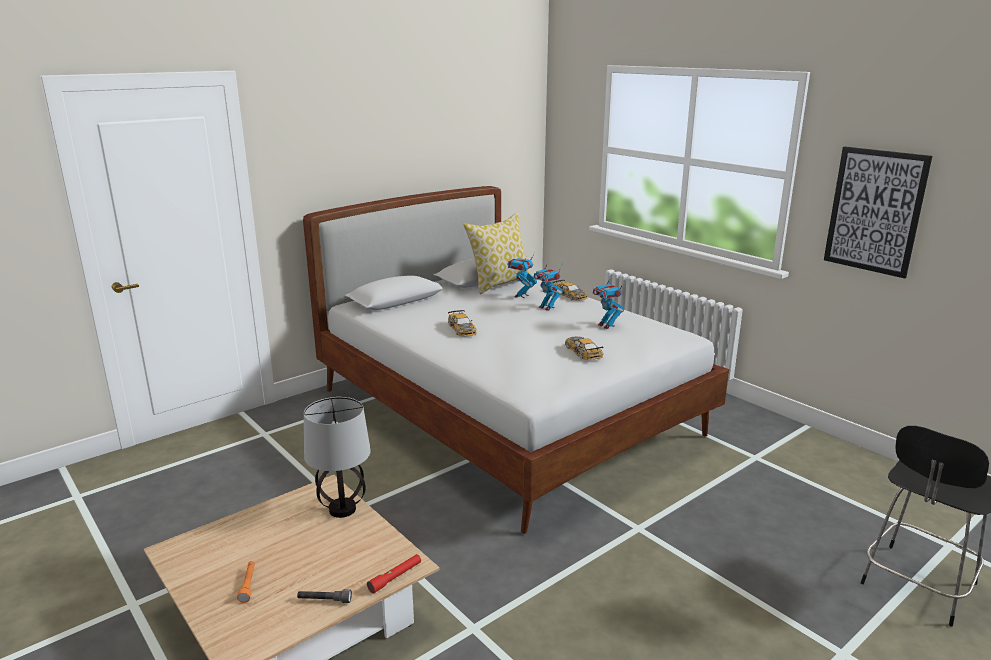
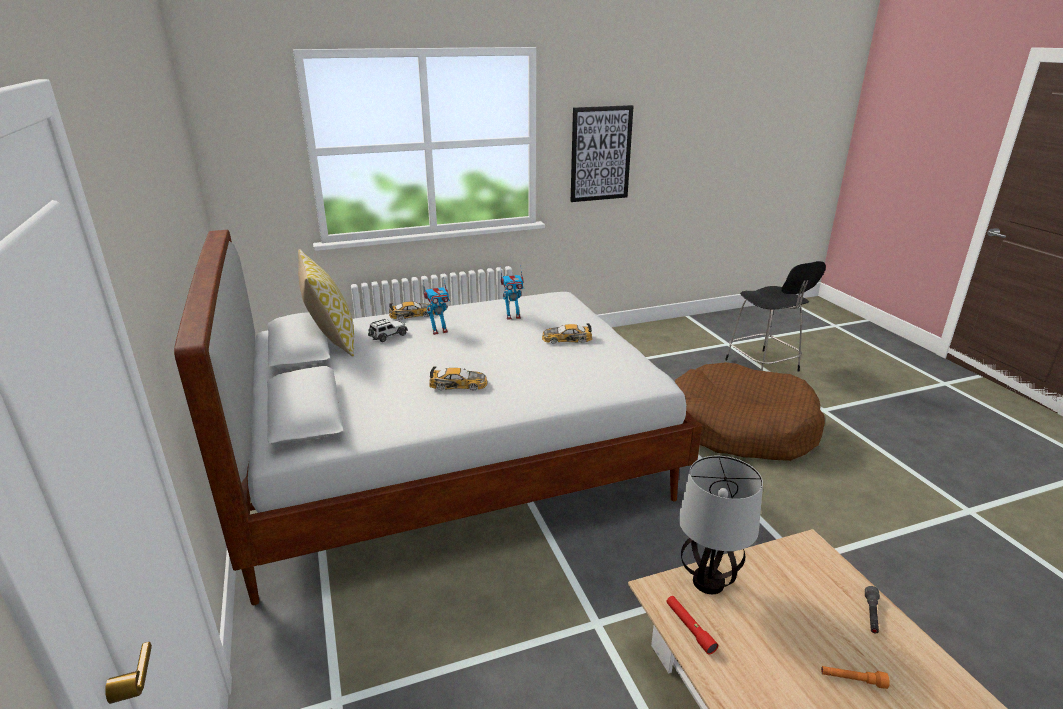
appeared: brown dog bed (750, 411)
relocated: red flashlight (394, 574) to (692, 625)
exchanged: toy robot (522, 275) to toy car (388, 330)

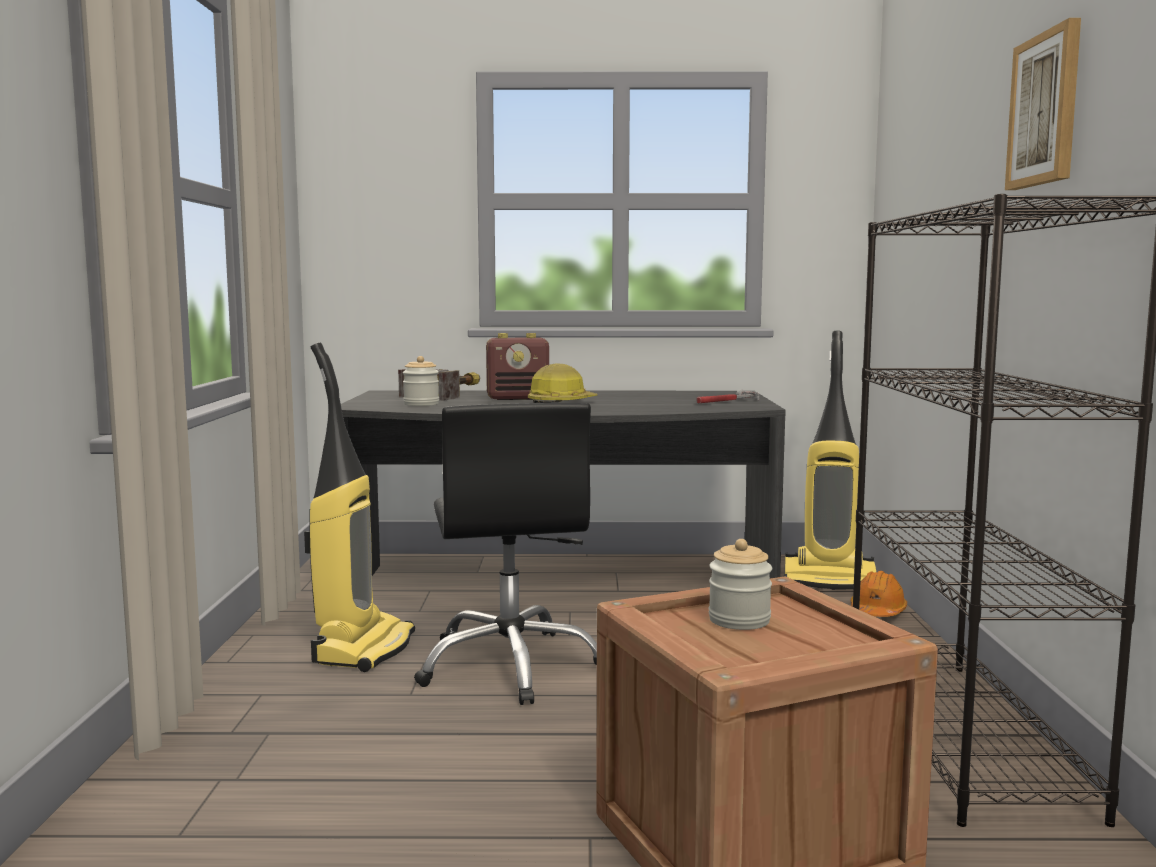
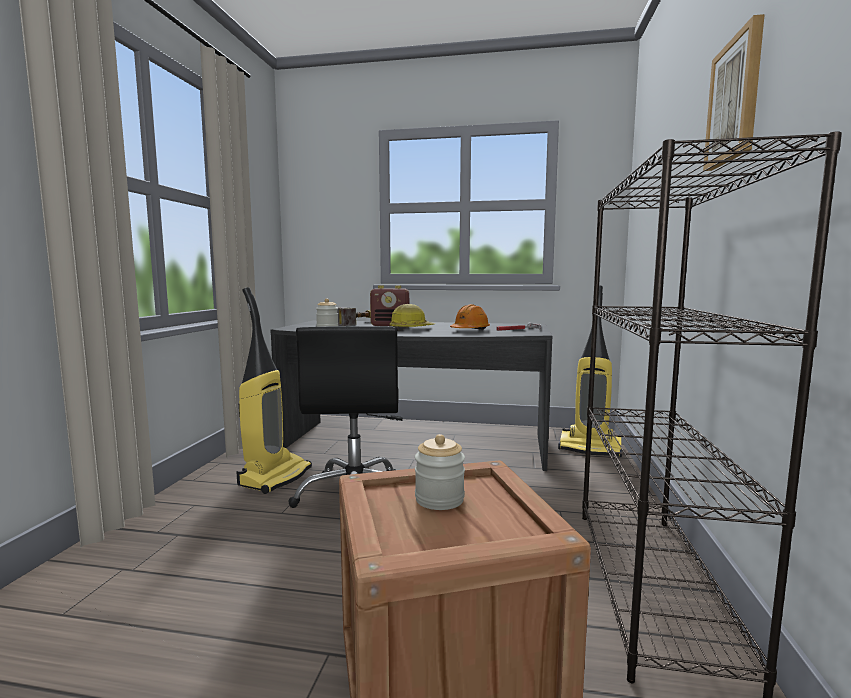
relocated: orange hard hat (879, 594) to (470, 317)

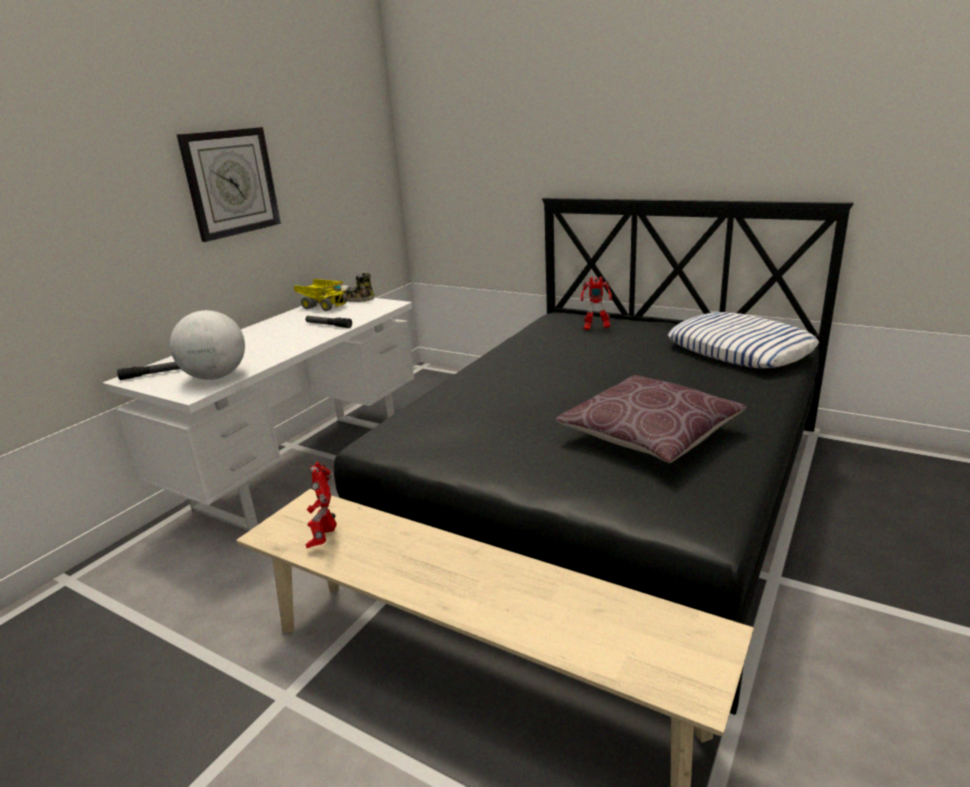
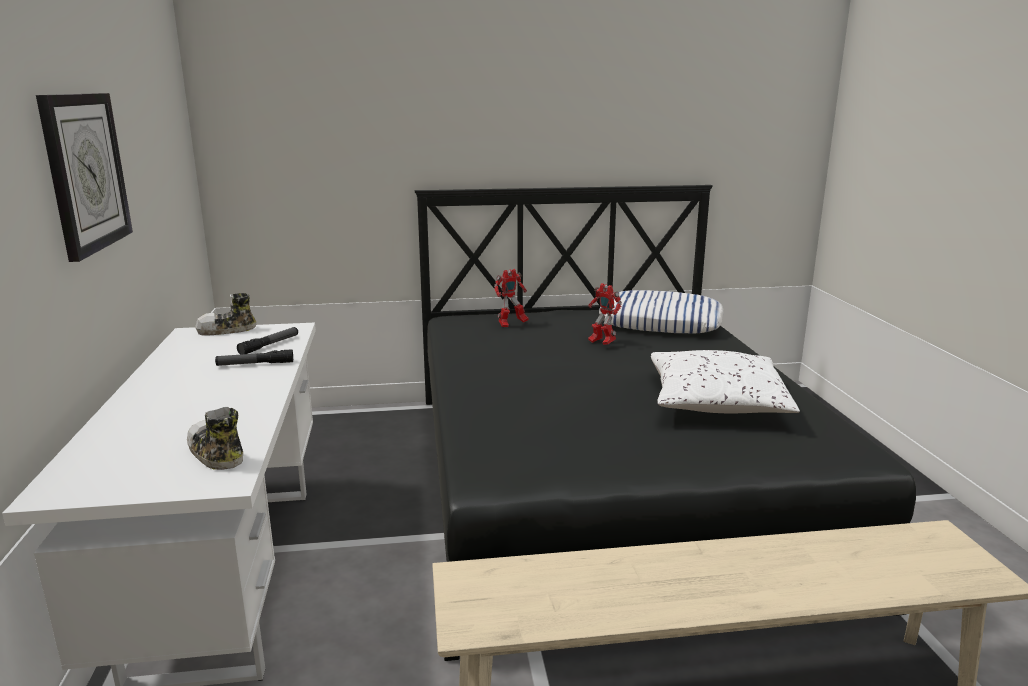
missing: toy truck (320, 295)
relocated: flashlight (148, 371) to (267, 341); toy robot (321, 505) to (605, 314)
exchanged: globe (207, 345) to shoe (215, 438)
colour: brown pillow (651, 419) to white pillow (725, 381)

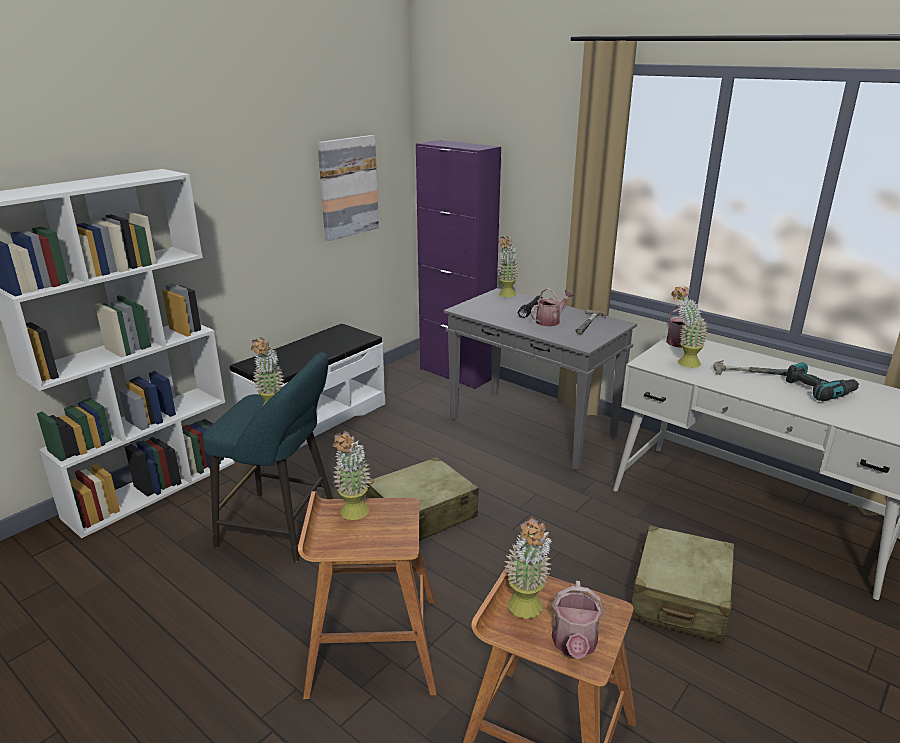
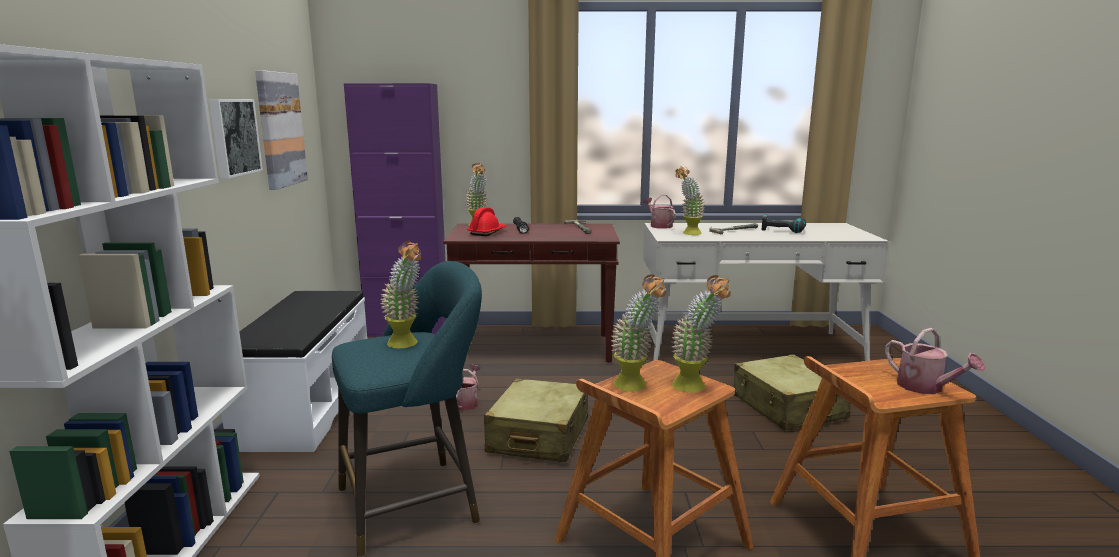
appeared: picture (236, 139); red hard hat (487, 221)
relocated: potted plant (528, 568) to (701, 334); watering can (552, 307) to (468, 388)
colour: grey console table (540, 379) to brown console table (531, 293)

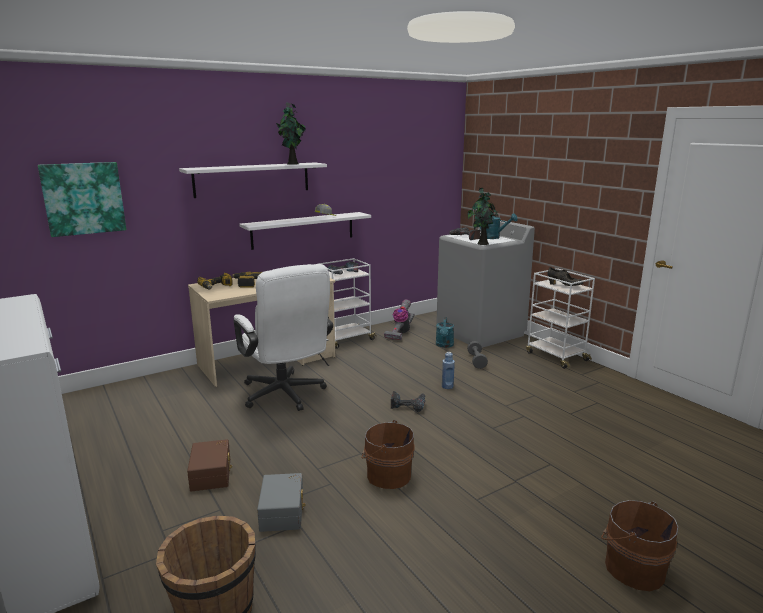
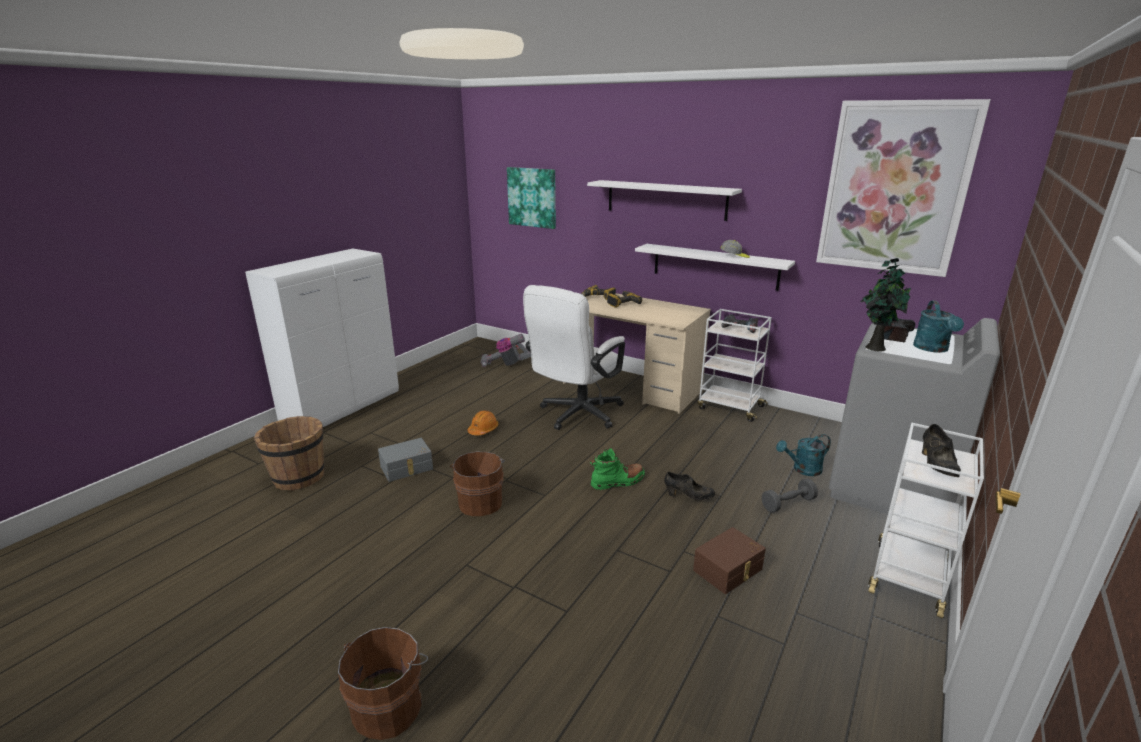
missing: potted plant (291, 133)
appeared: orange hard hat (483, 422); picture (903, 188)
relocated: brown storage box (209, 465) to (729, 560); vacuum cleaner (399, 320) to (505, 350)
exchanged: power drill (408, 401) to green boot (617, 469); blue bottle (448, 370) to black shoe (689, 486)

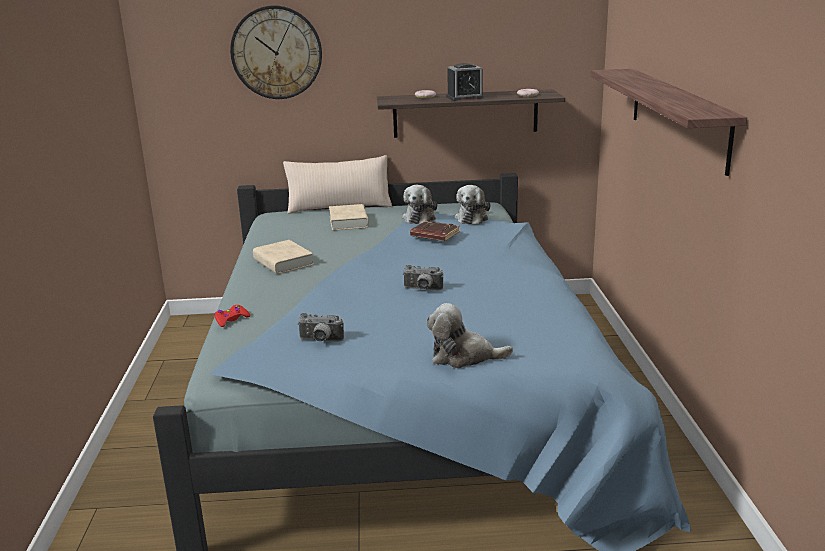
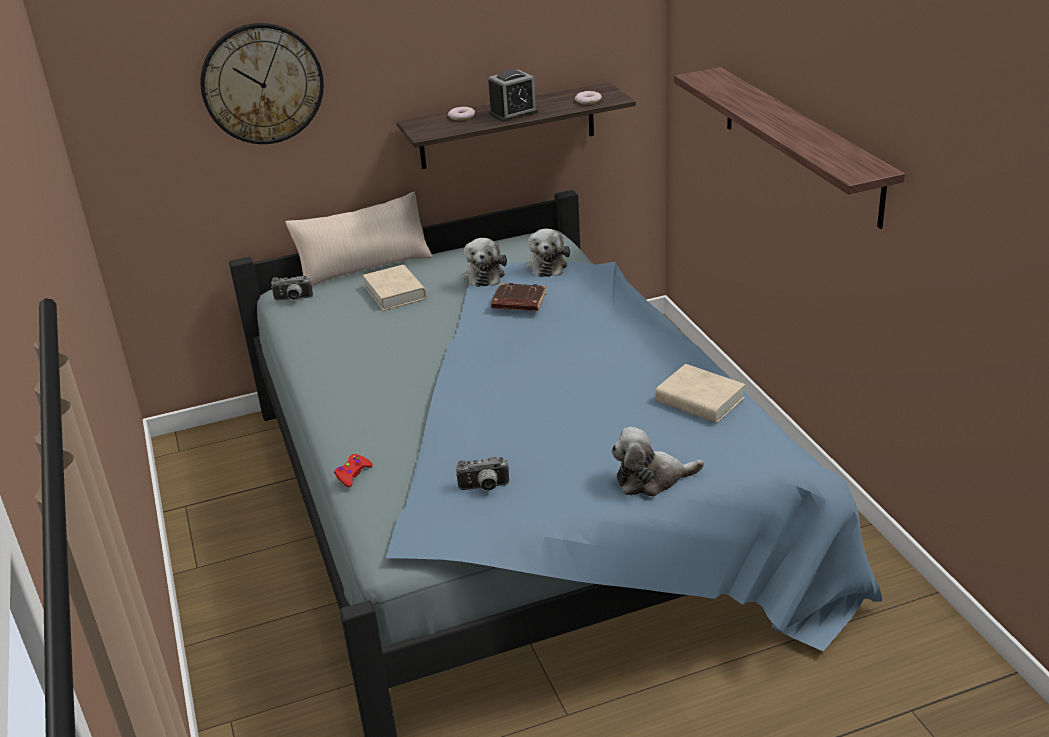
relocated: beige book (283, 257) to (700, 393); photo camera (423, 277) to (292, 288)

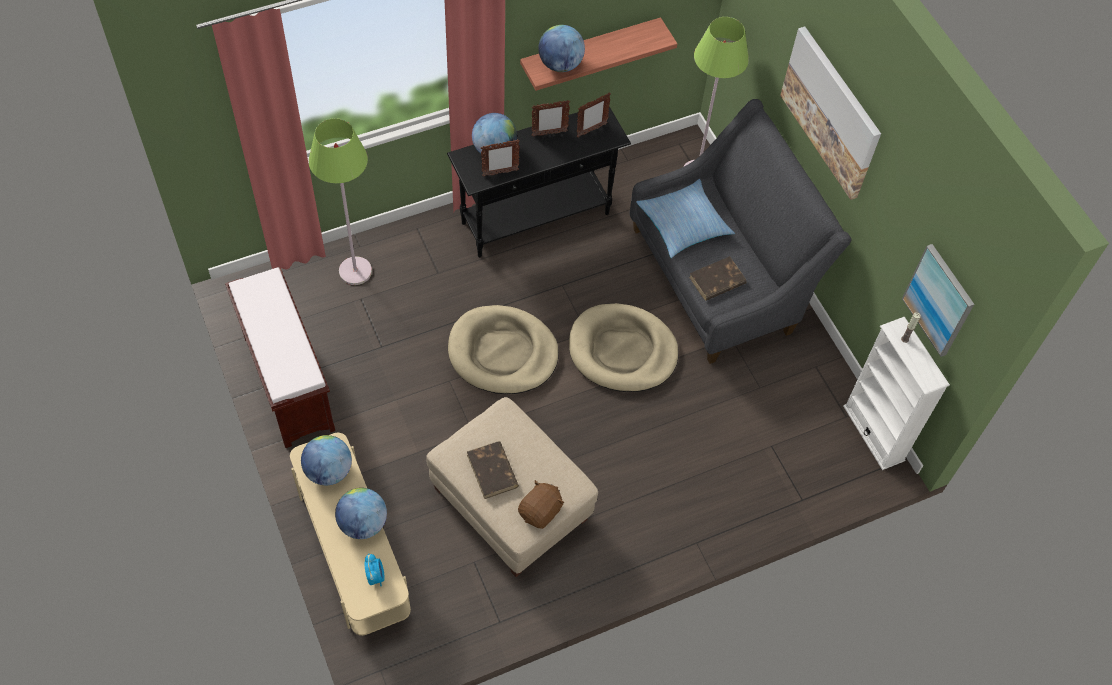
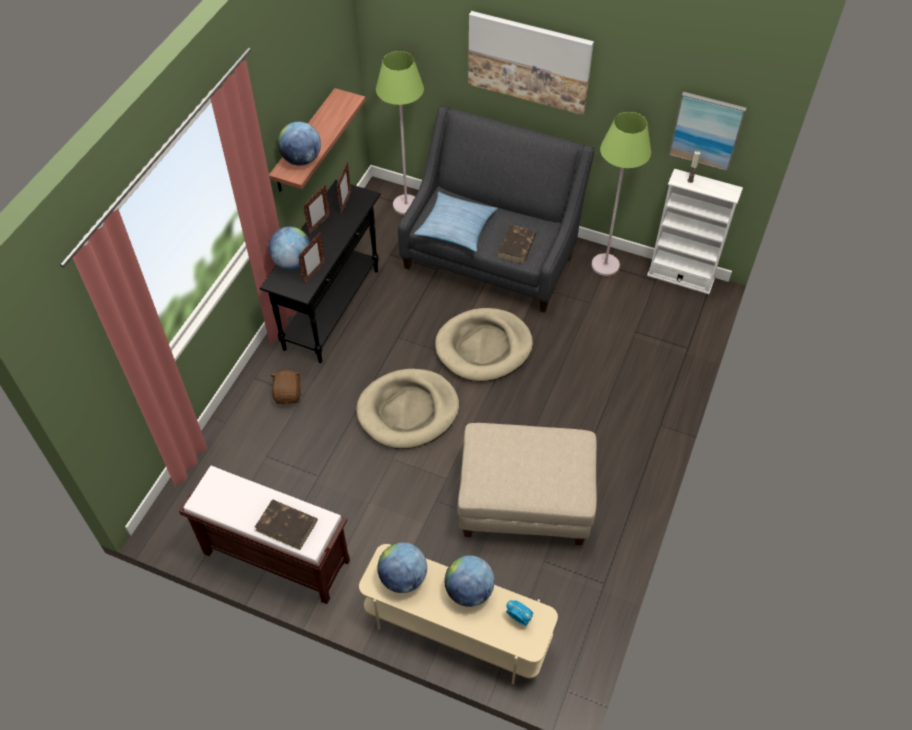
relocated: green floor lamp (340, 201) to (621, 194); brown book (493, 470) to (286, 525); brown plush toy (541, 504) to (285, 387)

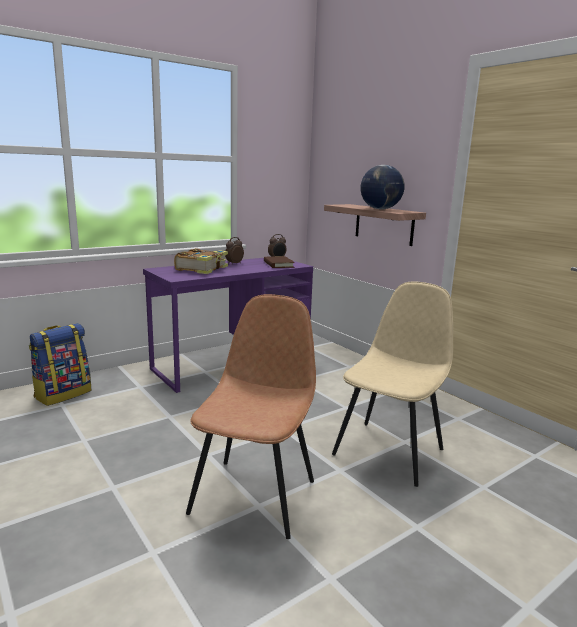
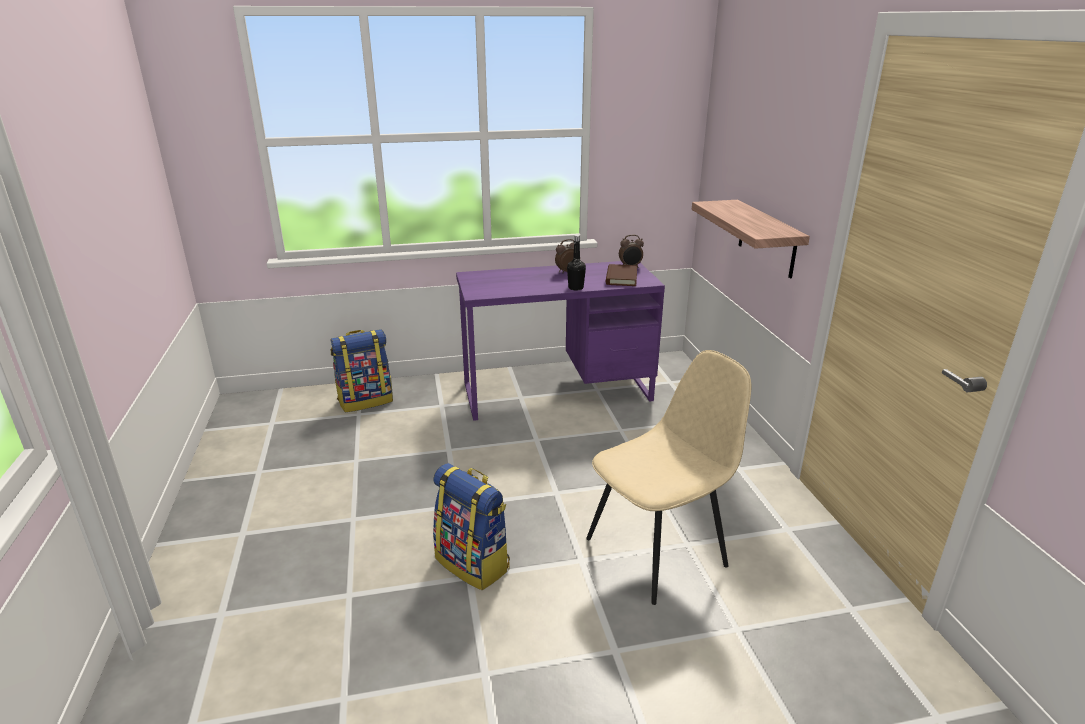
missing: book (201, 261); globe (383, 187)
appeared: black bottle (576, 262)
exchanged: brown chair (251, 416) to backpack (471, 526)

